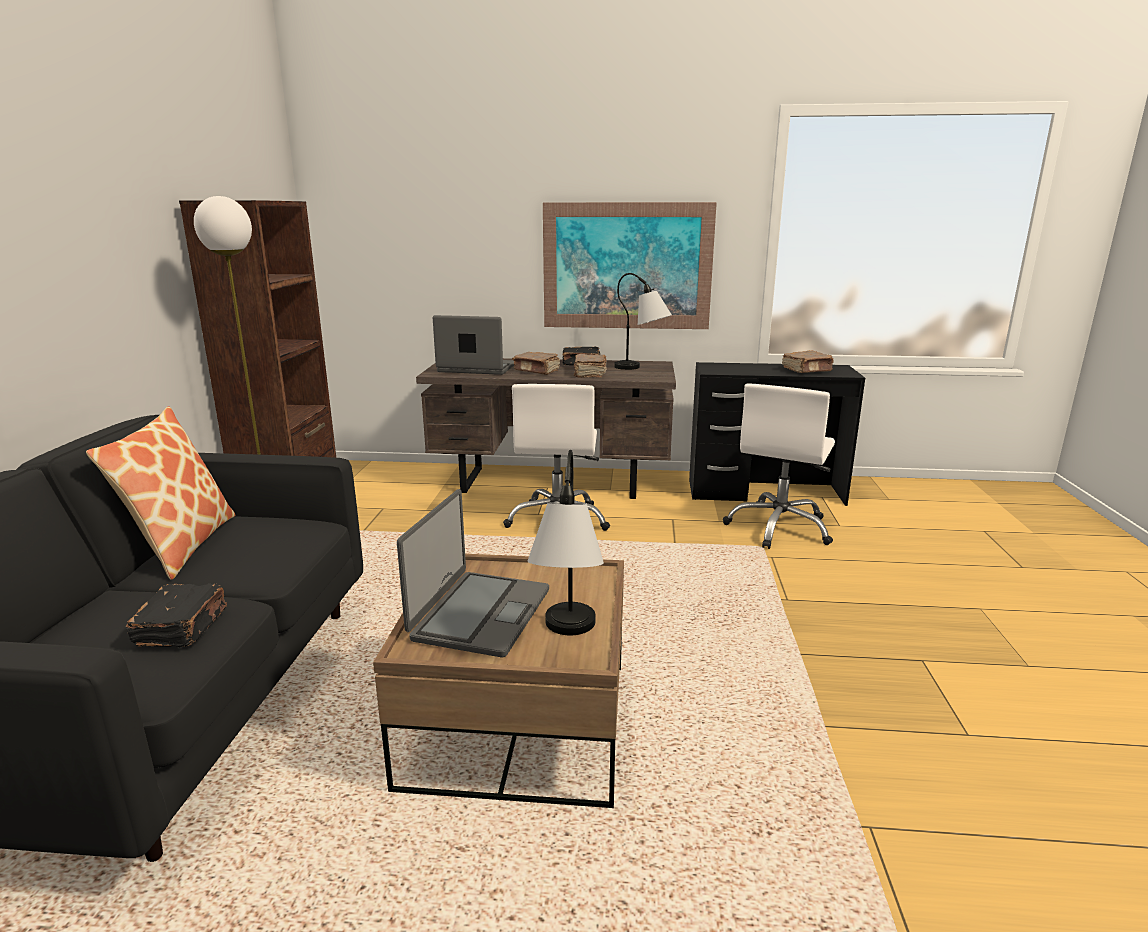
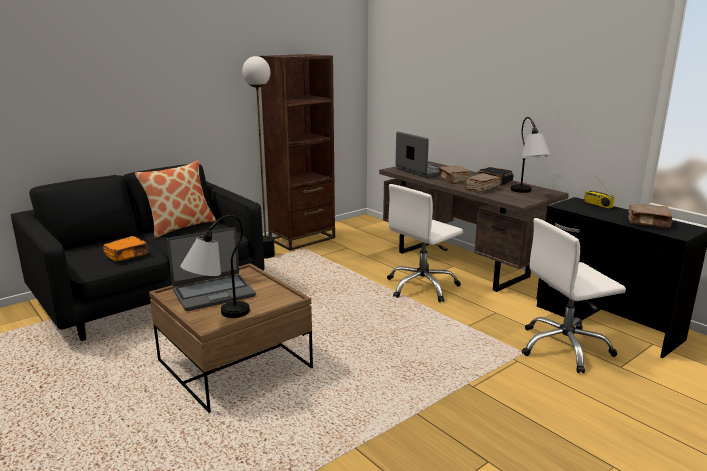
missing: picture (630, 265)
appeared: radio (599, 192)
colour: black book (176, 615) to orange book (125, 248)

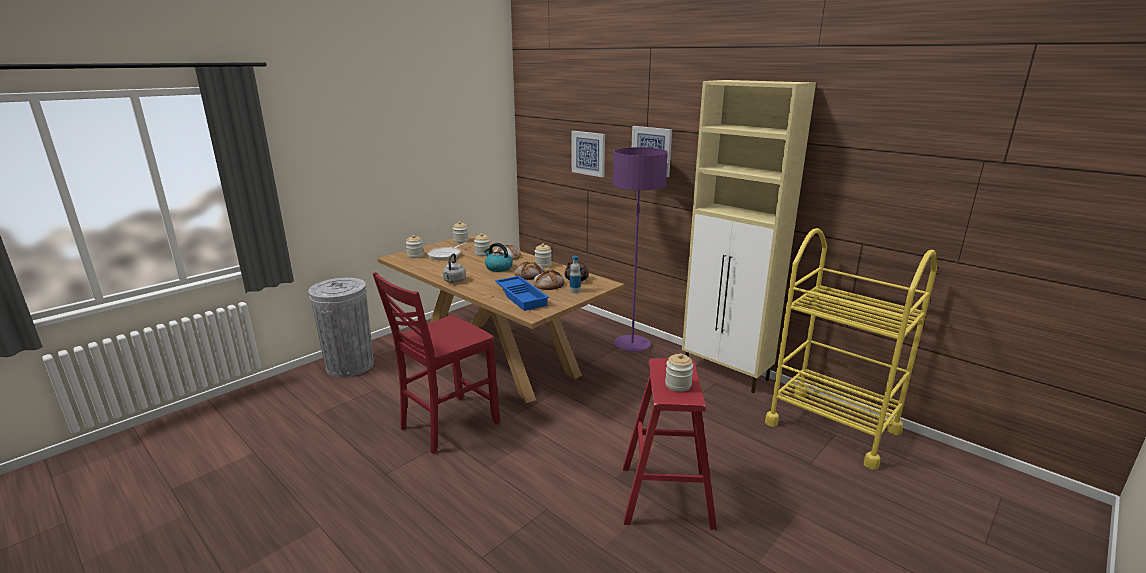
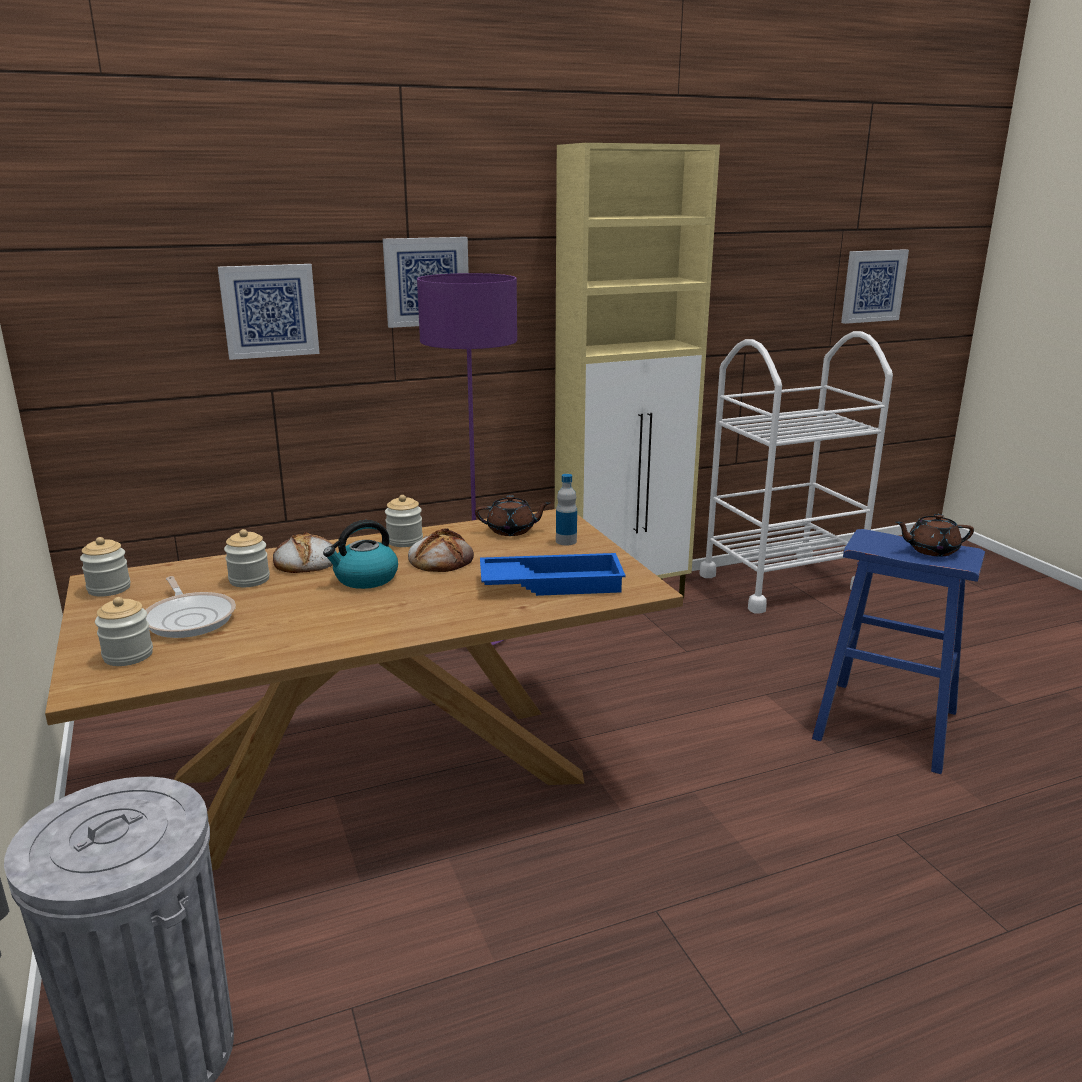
missing: red chair (436, 363); grey kettle (454, 268); bread (549, 279)
appeared: picture (875, 286)
exchanged: jar (679, 372) to brown teapot (934, 535)
colour: red stool (670, 444) to blue stool (898, 651); yellow cart (851, 349) to white cart (796, 472)

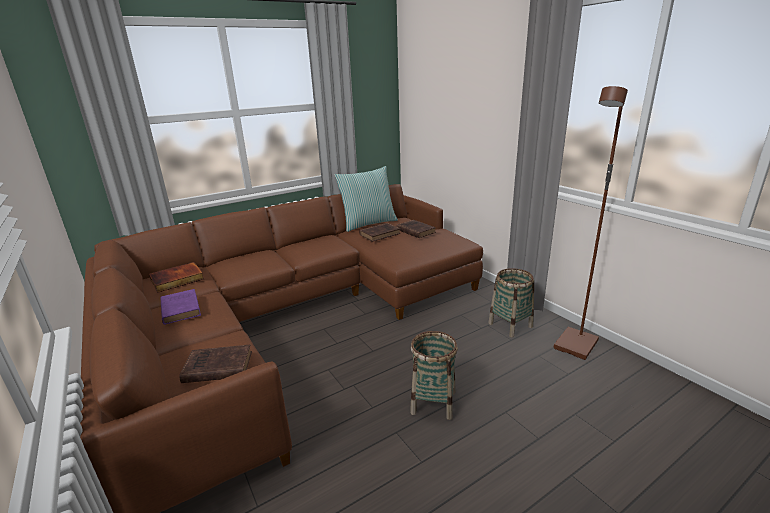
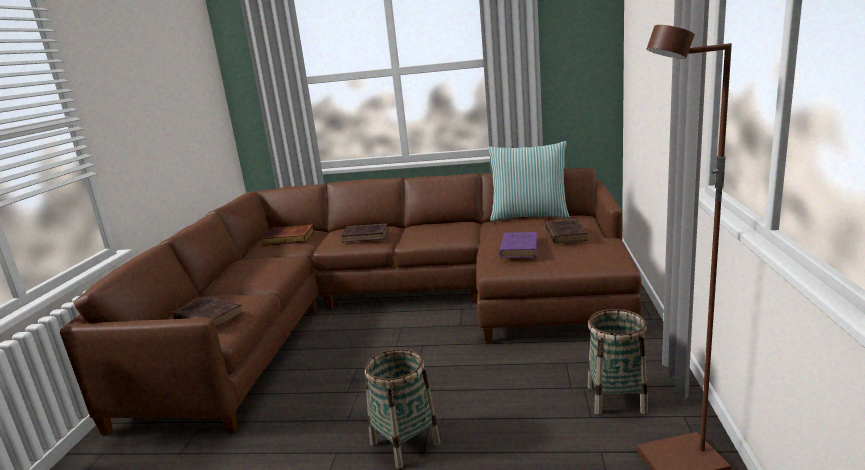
relocated: purple book (181, 307) to (518, 245); brown book (379, 232) to (365, 232)

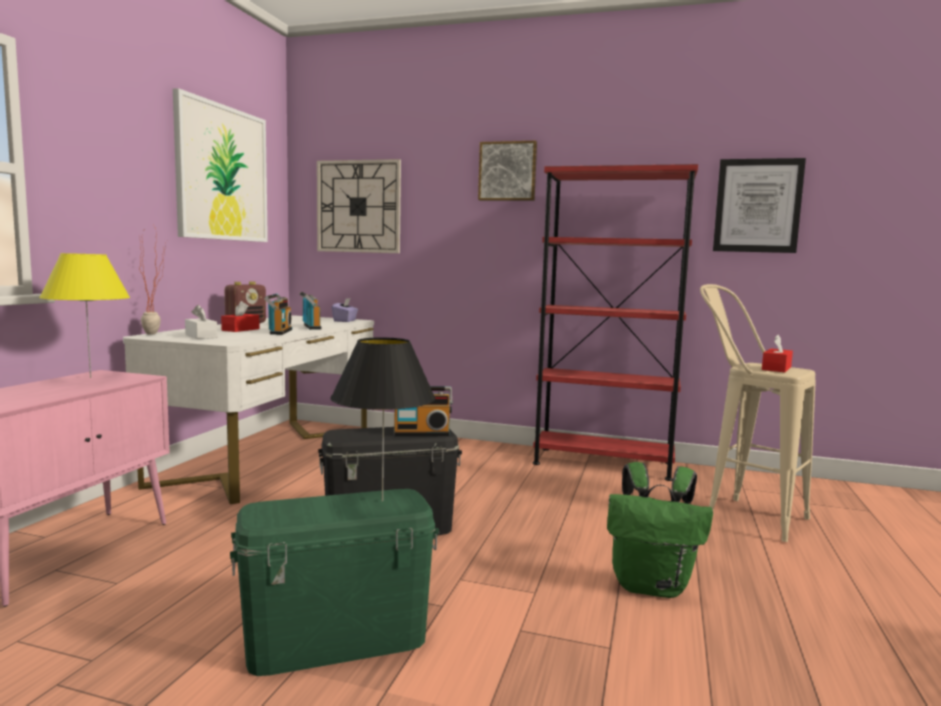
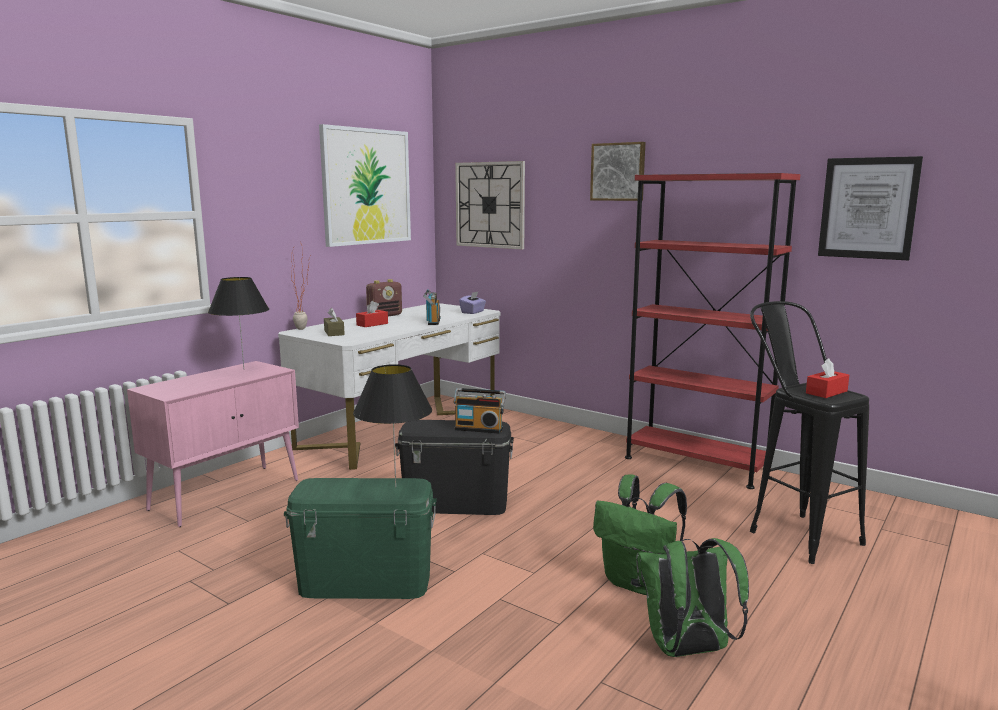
missing: radio (278, 314)
appeared: green backpack (692, 597)
colour: yellow table lamp (84, 315) to black table lamp (238, 322); white tissue box (201, 322) to brown tissue box (334, 322); beige stool (757, 413) to black stool (809, 432)

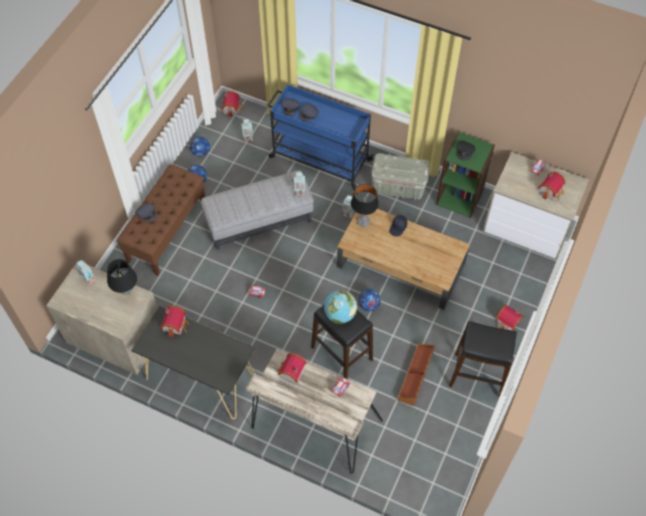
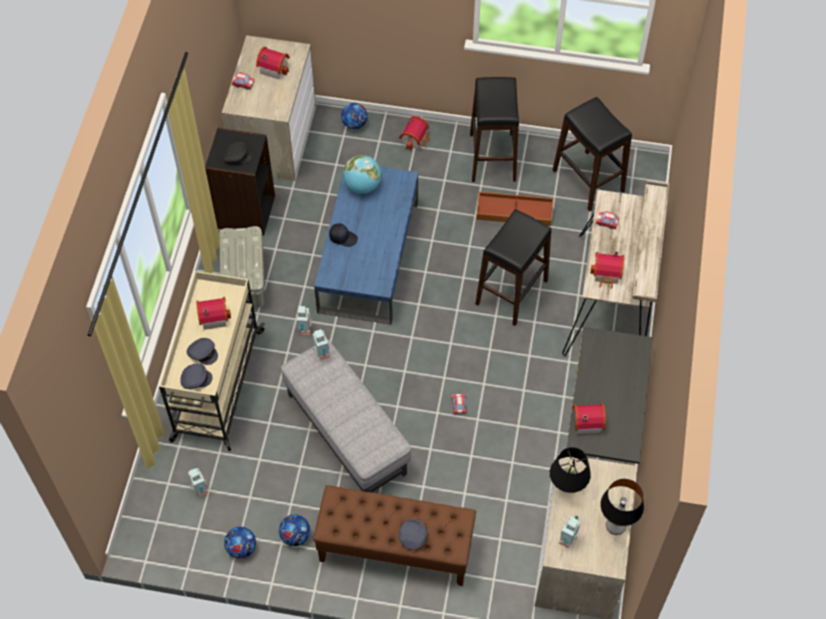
appeared: black stool (592, 154)
relocated: toy house (232, 104) to (213, 313); globe (340, 307) to (362, 174); table lamp (365, 205) to (622, 507); football (369, 300) to (354, 116)
colour: blue cart (320, 137) to beige cart (212, 361); brown coffee table (403, 259) to blue coffee table (366, 243); green bookcase (465, 175) to black bookcase (240, 182)

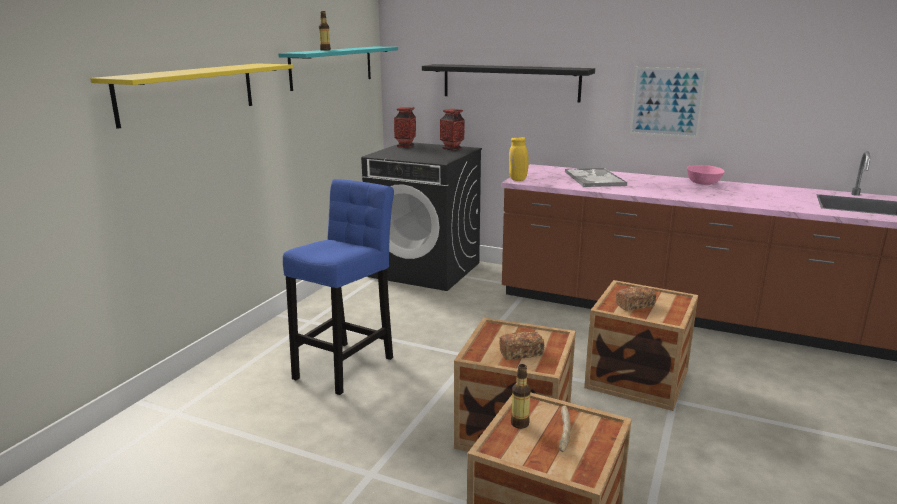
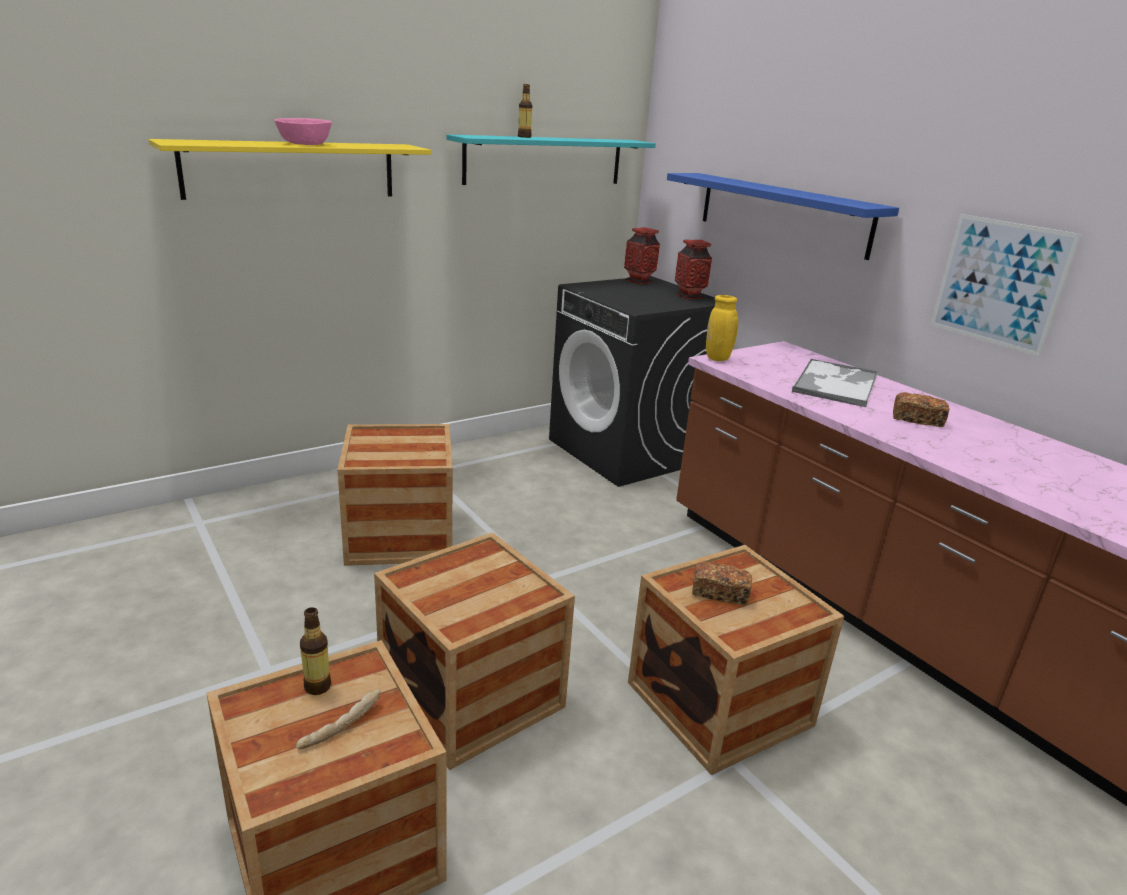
relocated: bread (521, 346) to (921, 409); pink bowl (706, 175) to (303, 131)
exchanged: blue stool (338, 287) to crate (394, 495)
colour: black shelf (508, 83) to blue shelf (783, 216)

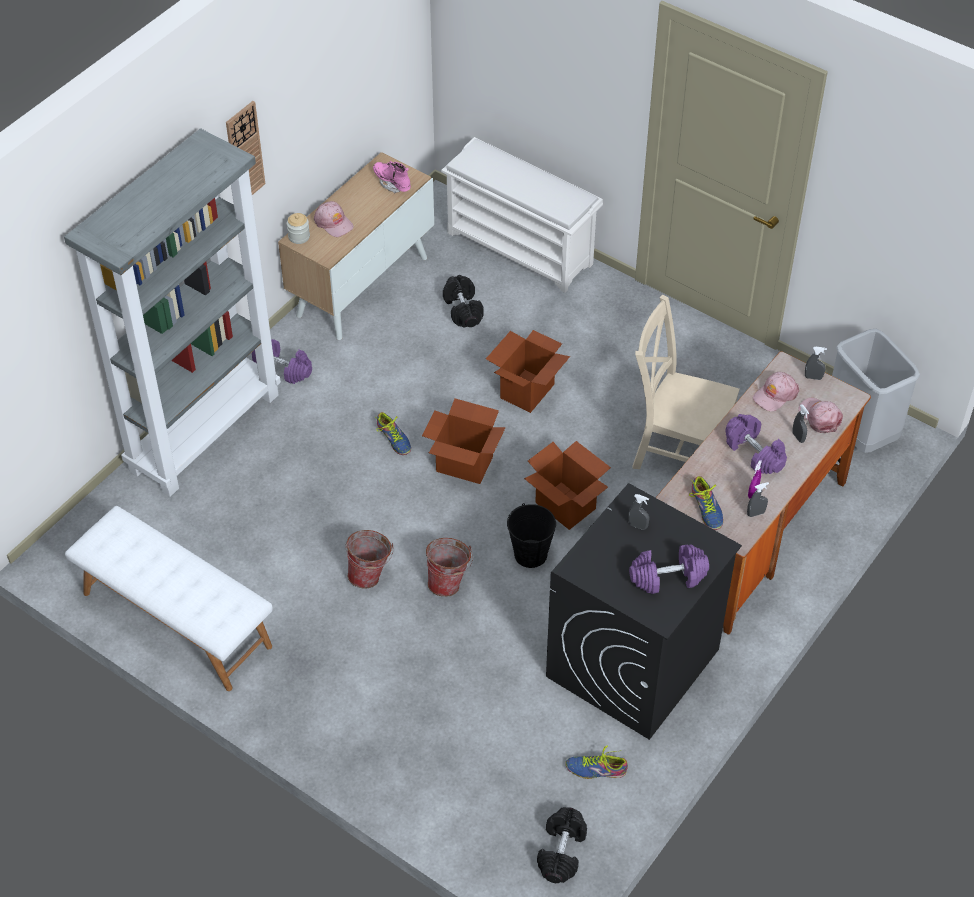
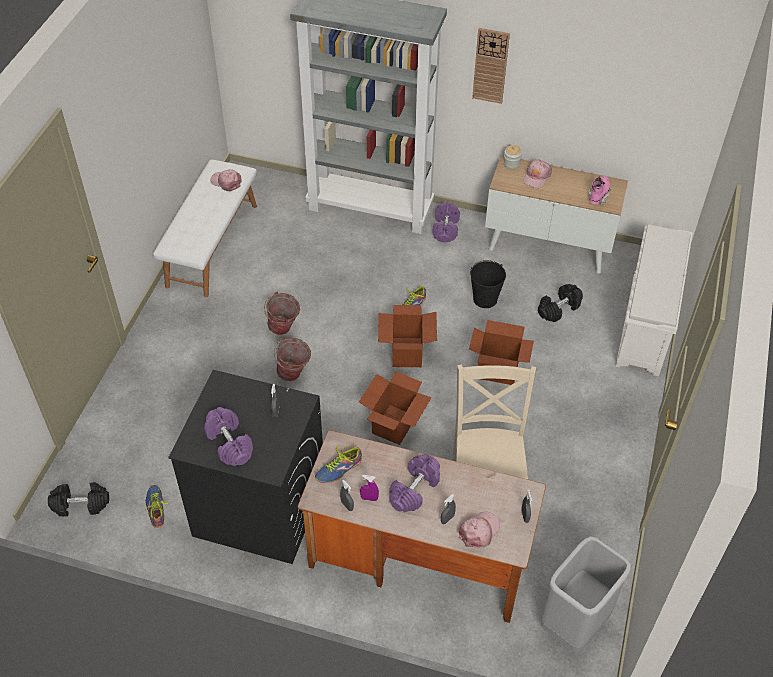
relocated: black bucket (531, 535) to (488, 284); pink cap (776, 391) to (226, 180)

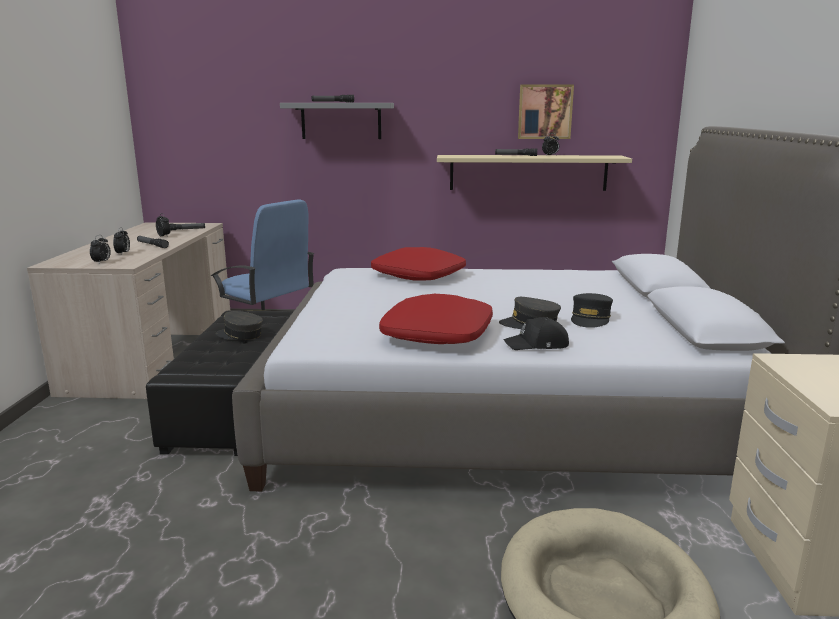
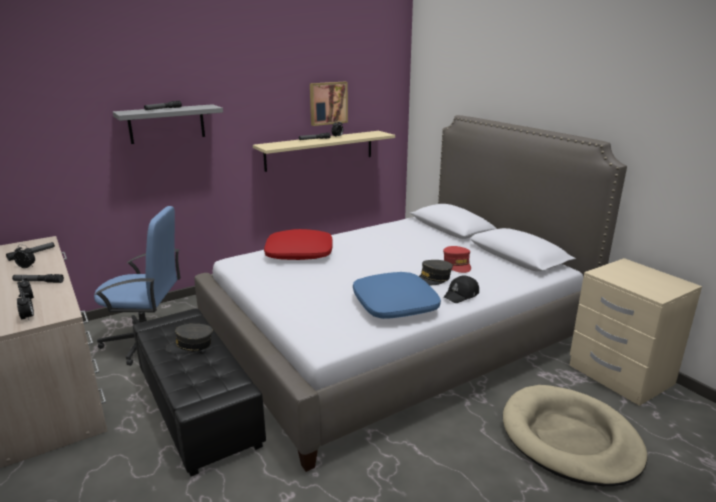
colour: red pillow (436, 319) to blue pillow (397, 295); black cap (592, 310) to red cap (457, 259)

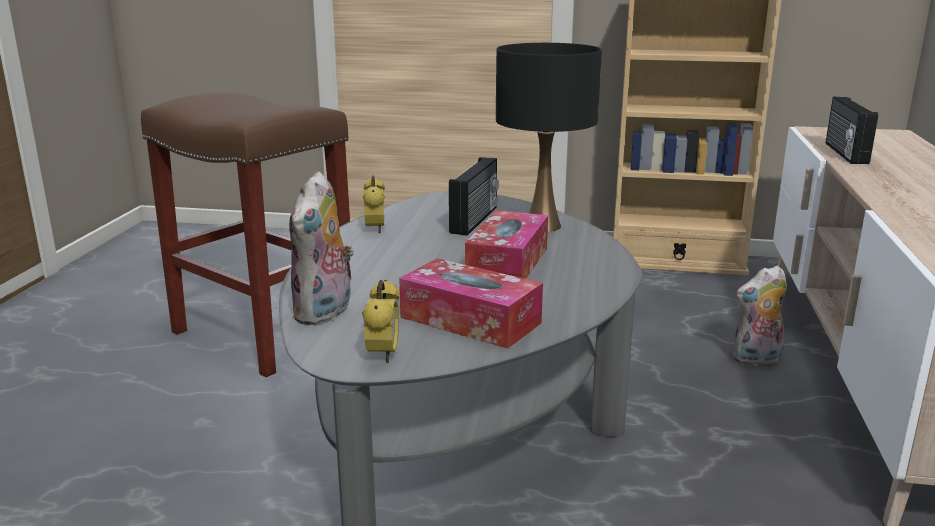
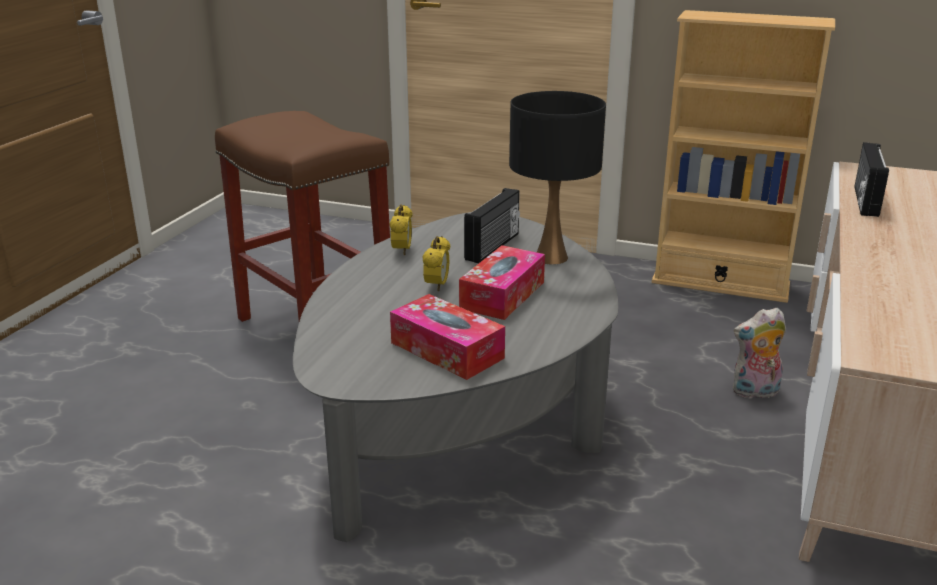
missing: plush toy (321, 248)
relocated: alarm clock (381, 321) to (436, 263)

